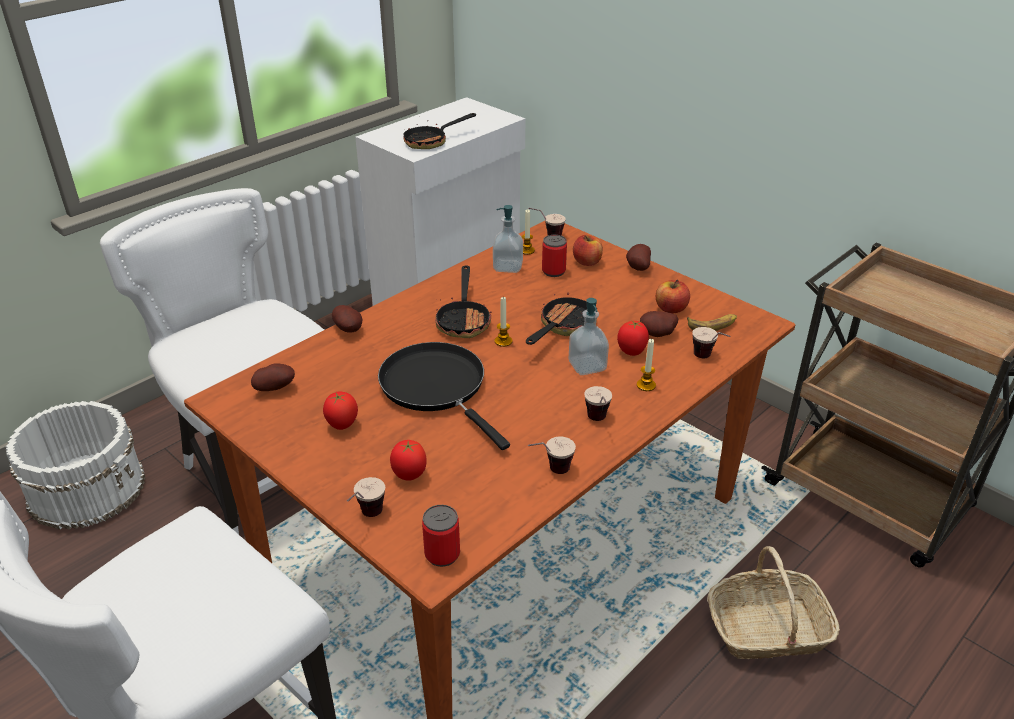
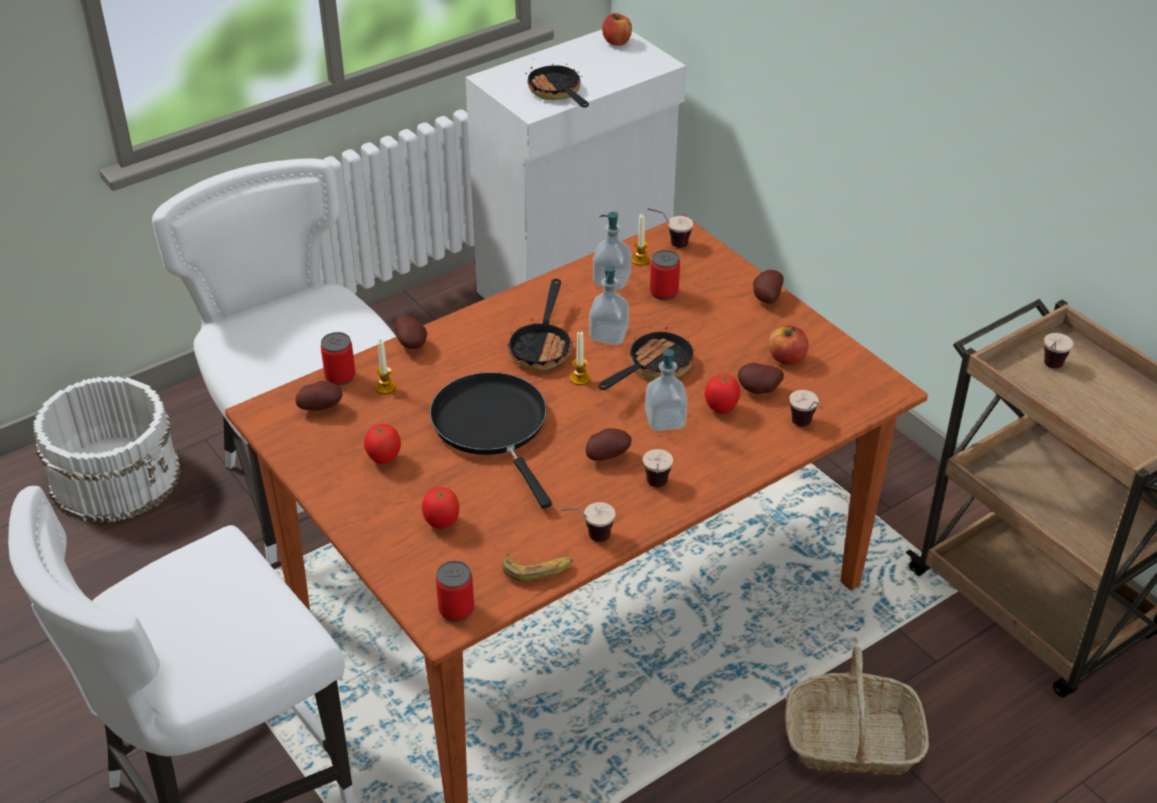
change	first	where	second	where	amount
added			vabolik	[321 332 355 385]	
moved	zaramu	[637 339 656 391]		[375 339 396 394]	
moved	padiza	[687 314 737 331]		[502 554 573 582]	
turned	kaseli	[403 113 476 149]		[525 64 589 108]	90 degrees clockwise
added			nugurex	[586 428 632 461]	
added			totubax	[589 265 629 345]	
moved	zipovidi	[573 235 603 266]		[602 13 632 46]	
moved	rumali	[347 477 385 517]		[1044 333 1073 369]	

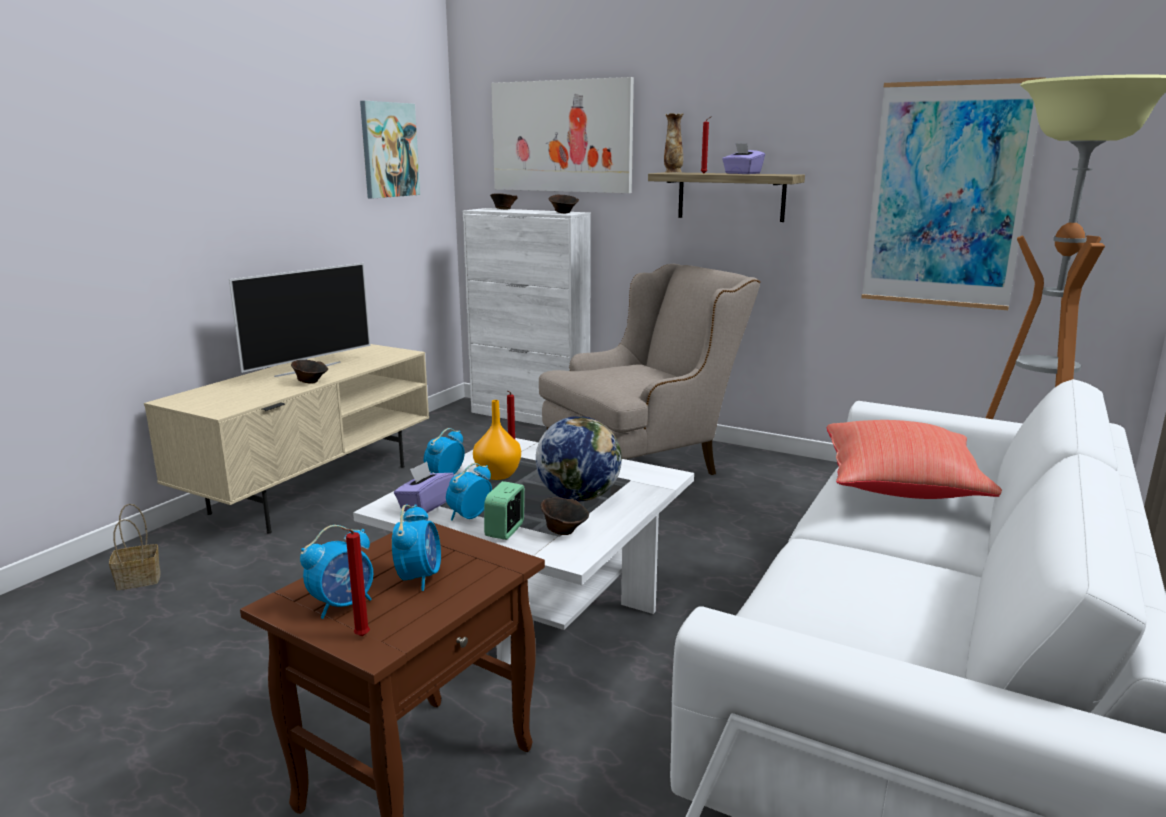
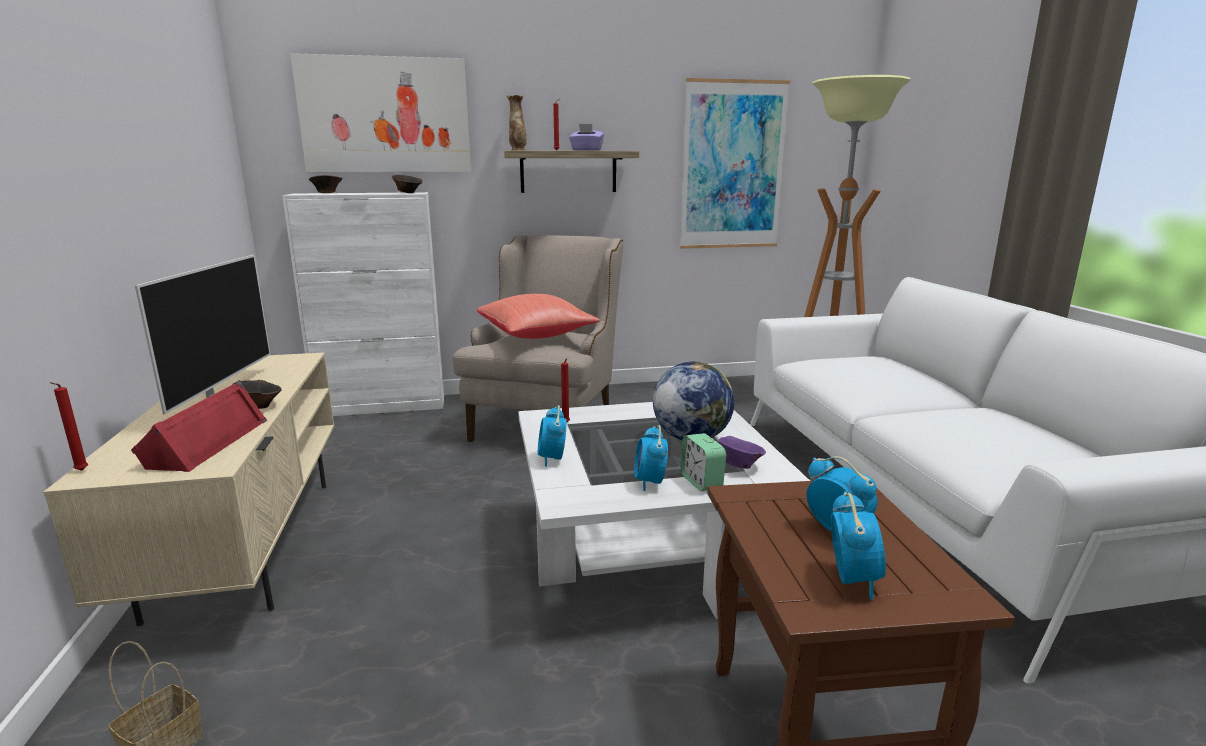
change	first	where	second	where	amount
moved	red zaramu	[340 527 370 636]		[50 382 88 471]	
added			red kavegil	[131 380 267 472]	
moved	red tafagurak	[827 420 1002 499]		[477 294 600 339]	
recoloured	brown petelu	[540 497 589 535]	purple petelu	[719 436 766 469]	
removed	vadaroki	[360 101 420 199]			
removed	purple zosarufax	[394 462 454 513]			
removed	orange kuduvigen	[473 400 521 480]			

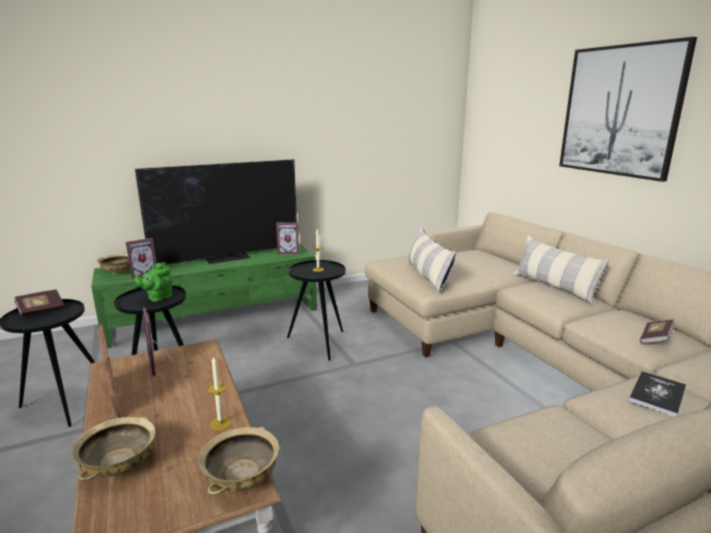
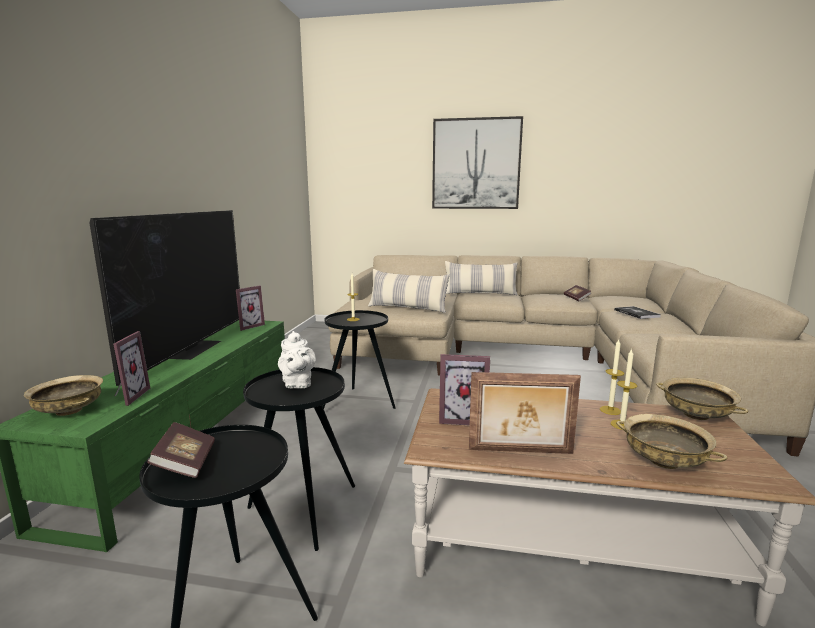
change	first	where	second	where	amount
recoloured	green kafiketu	[135 262 173 302]	white kafiketu	[278 331 316 388]	
added			zaramu	[611 348 637 430]	

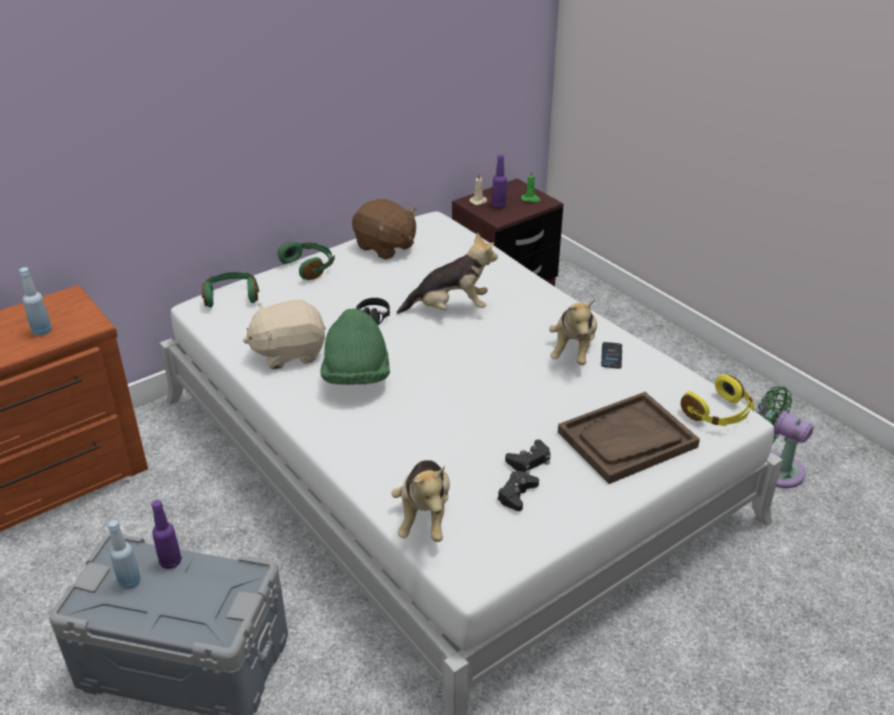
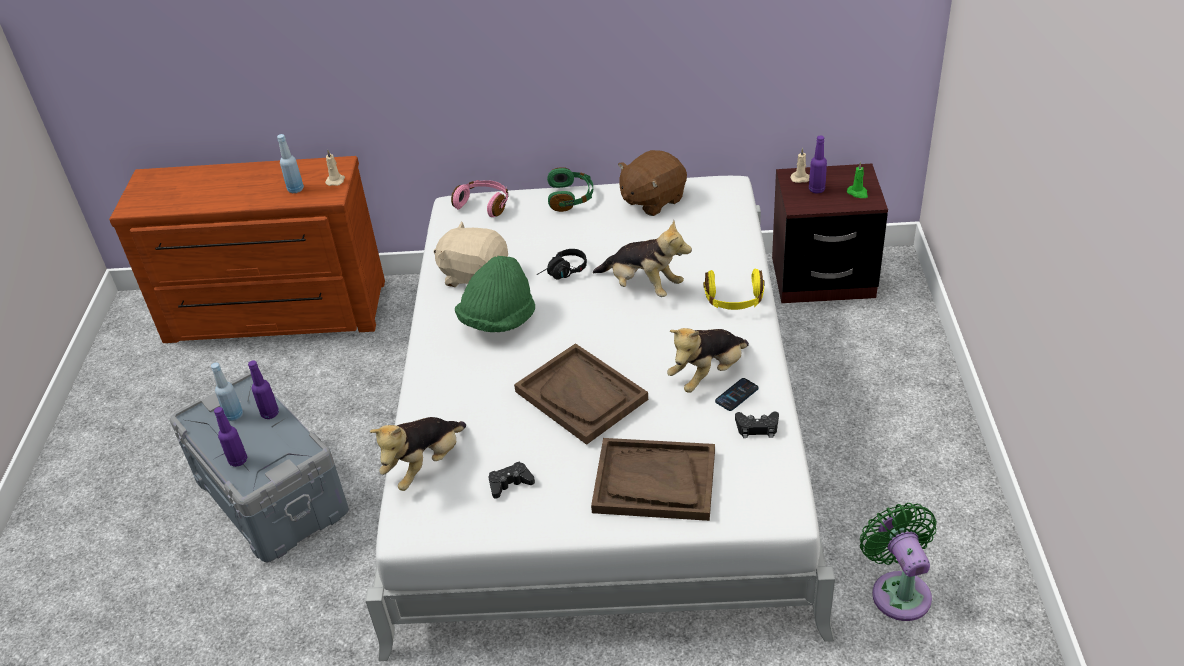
change	first	where	second	where	amount
added			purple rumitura	[214 407 247 467]	
added			beige zaramu	[325 150 345 186]	
recoloured	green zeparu	[201 272 259 308]	pink zeparu	[451 180 508 217]	
added			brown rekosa	[514 343 648 445]	
turned	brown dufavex	[352 199 417 259]		[618 150 687 216]	60 degrees clockwise
moved	yellow zeparu	[681 374 755 426]		[703 269 765 310]	
moved	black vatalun	[505 440 551 474]		[735 412 779 438]	

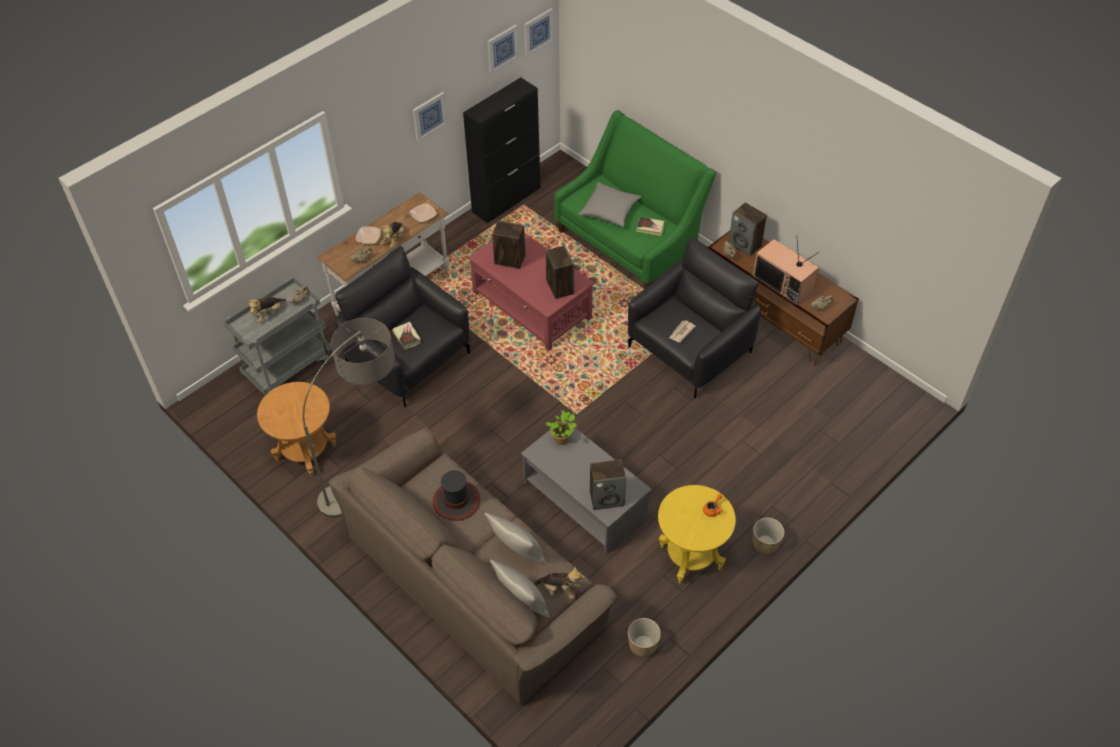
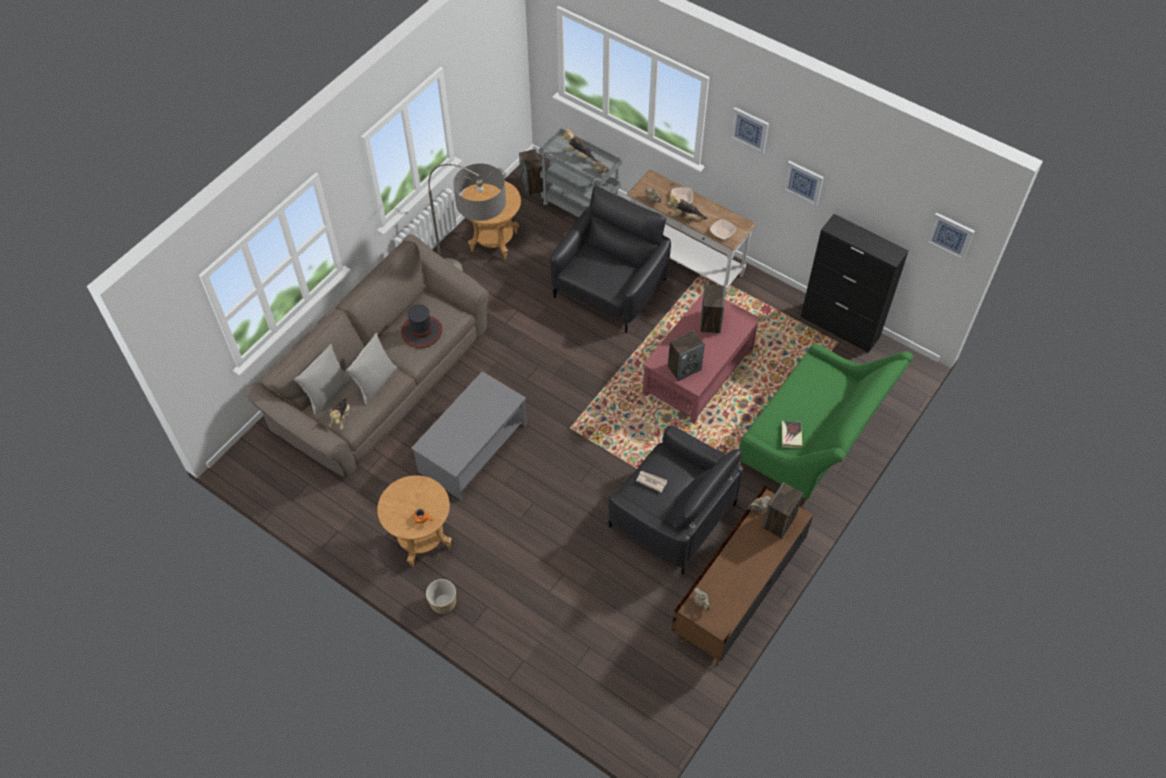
change	first	where	second	where	amount
recoloured	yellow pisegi	[658 485 736 584]	brown pisegi	[377 475 452 567]	
moved	kavegil	[590 459 626 510]		[519 149 543 196]	
moved	vadaroki	[487 24 519 74]		[729 107 769 154]	
removed	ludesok	[392 322 421 350]			
removed	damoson	[546 410 577 445]			
removed	grey tafagurak	[578 182 641 227]			
removed	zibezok	[628 618 661 657]			
removed	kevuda	[753 239 819 305]			

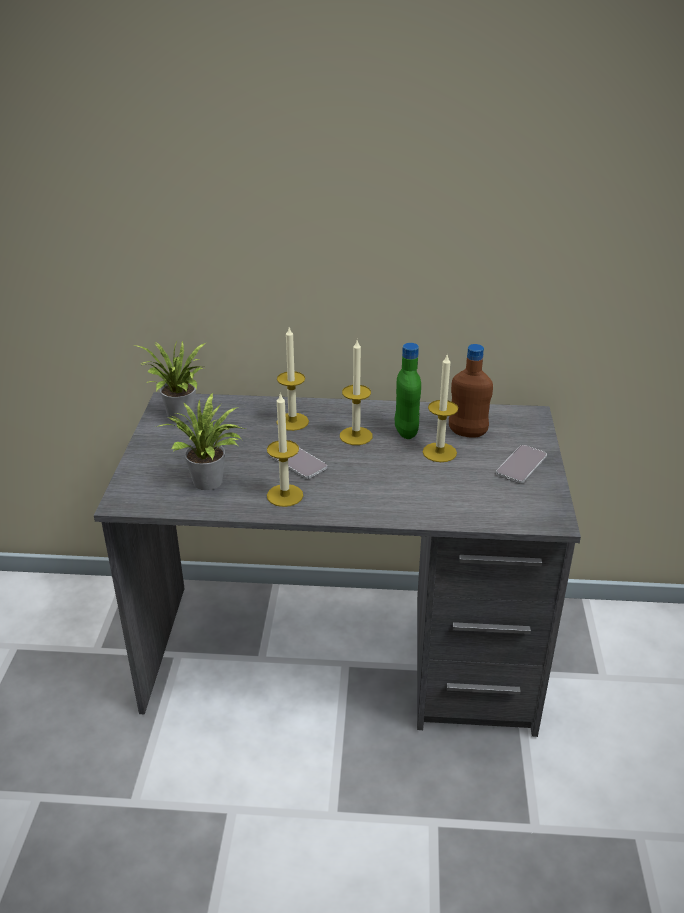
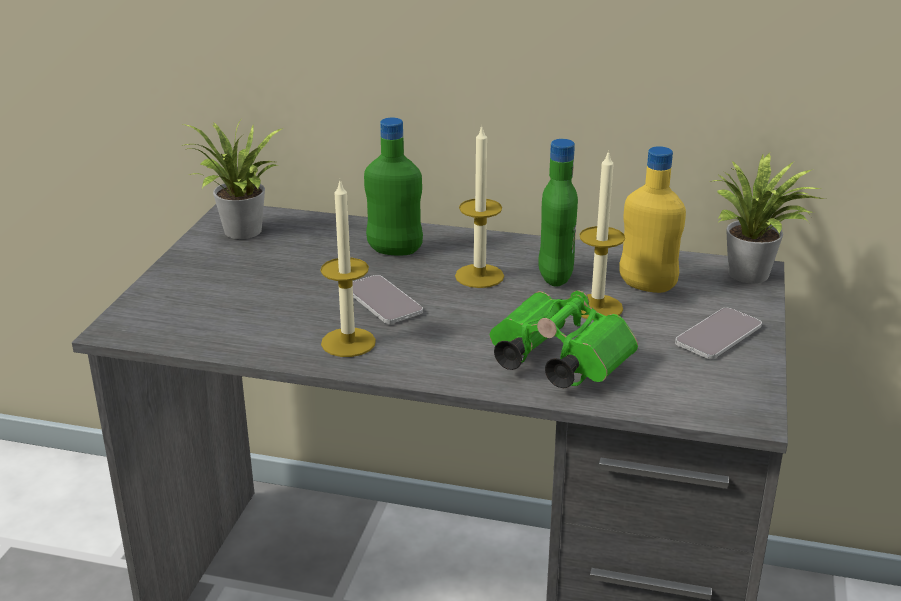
change	first	where	second	where	amount
replaced	zaramu	[276 327 309 431]	green rumitura	[364 117 423 256]	
added			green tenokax	[490 290 638 389]	
recoloured	brown rumitura	[449 344 493 438]	yellow rumitura	[619 146 686 293]	
moved	damoson	[157 393 245 490]		[713 153 825 283]	

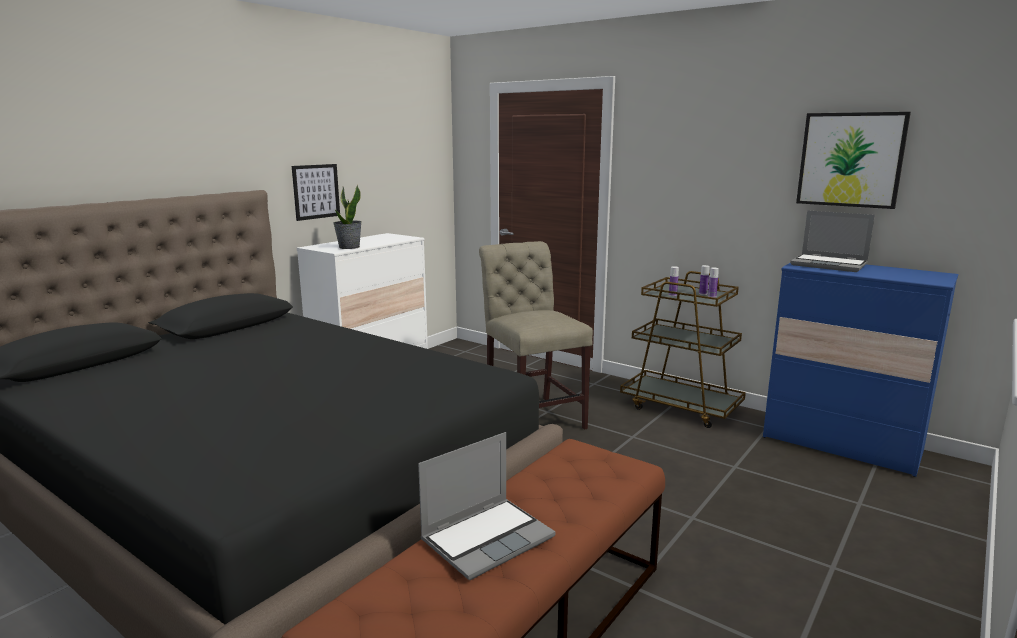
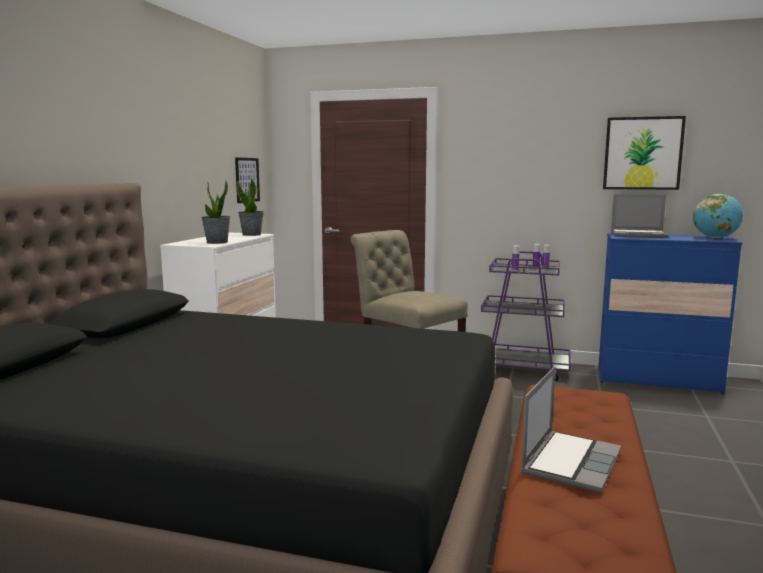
change	first	where	second	where	amount
moved	vadaroki	[292 164 340 221]		[235 157 260 203]	
added			damoson	[237 179 263 236]	
recoloured	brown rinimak	[620 271 746 428]	purple rinimak	[481 251 571 381]	
added			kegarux	[693 194 743 238]	

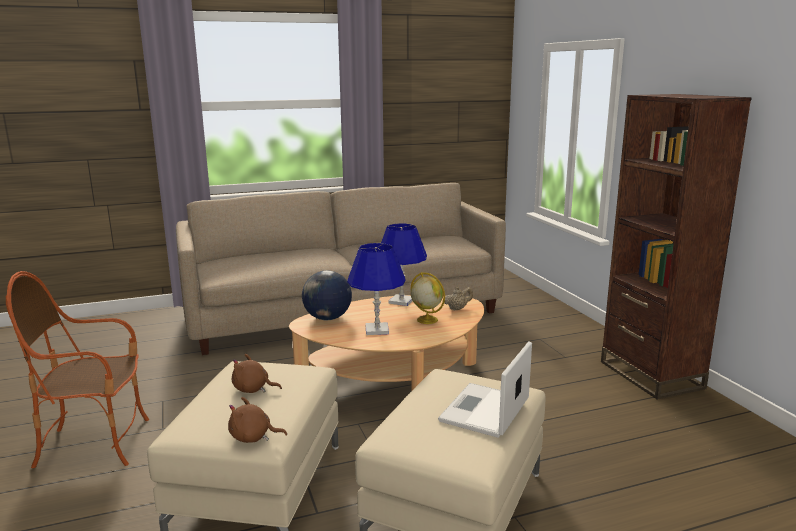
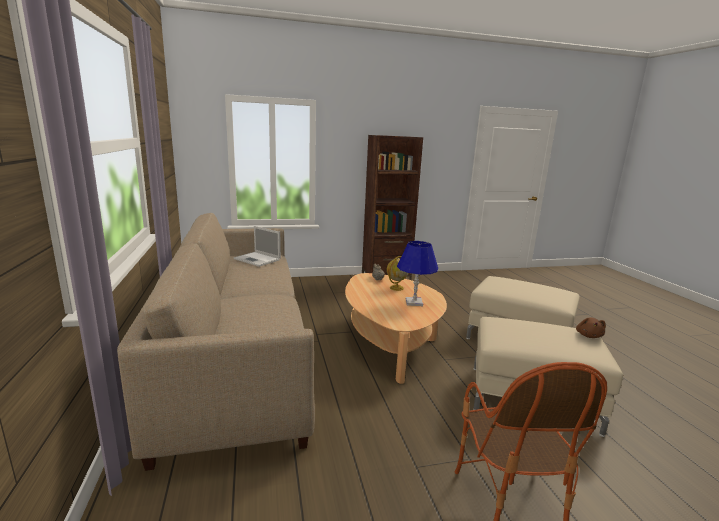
change	first	where	second	where	amount
moved	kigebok	[438 341 532 438]		[234 226 281 267]	
removed	brown dufavex	[232 354 282 393]			
removed	kegarux	[302 271 352 320]			
removed	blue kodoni	[381 223 427 306]			

